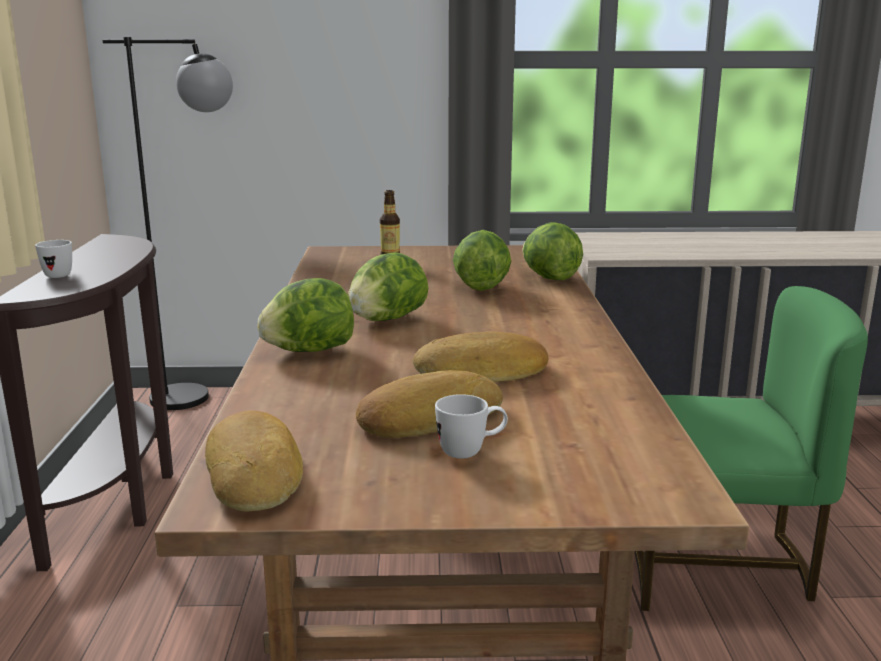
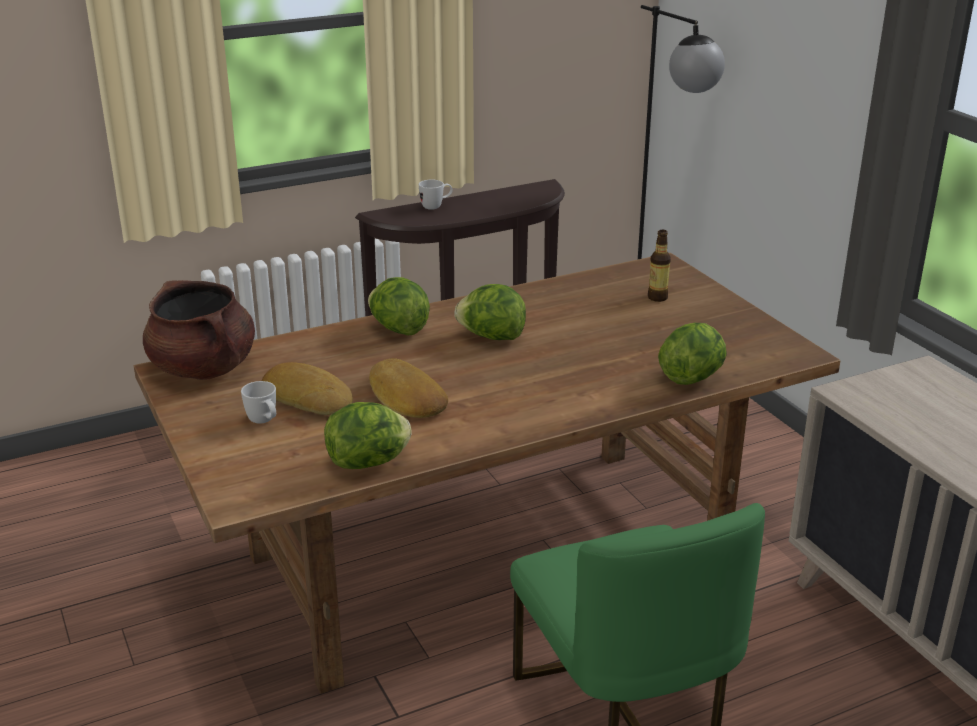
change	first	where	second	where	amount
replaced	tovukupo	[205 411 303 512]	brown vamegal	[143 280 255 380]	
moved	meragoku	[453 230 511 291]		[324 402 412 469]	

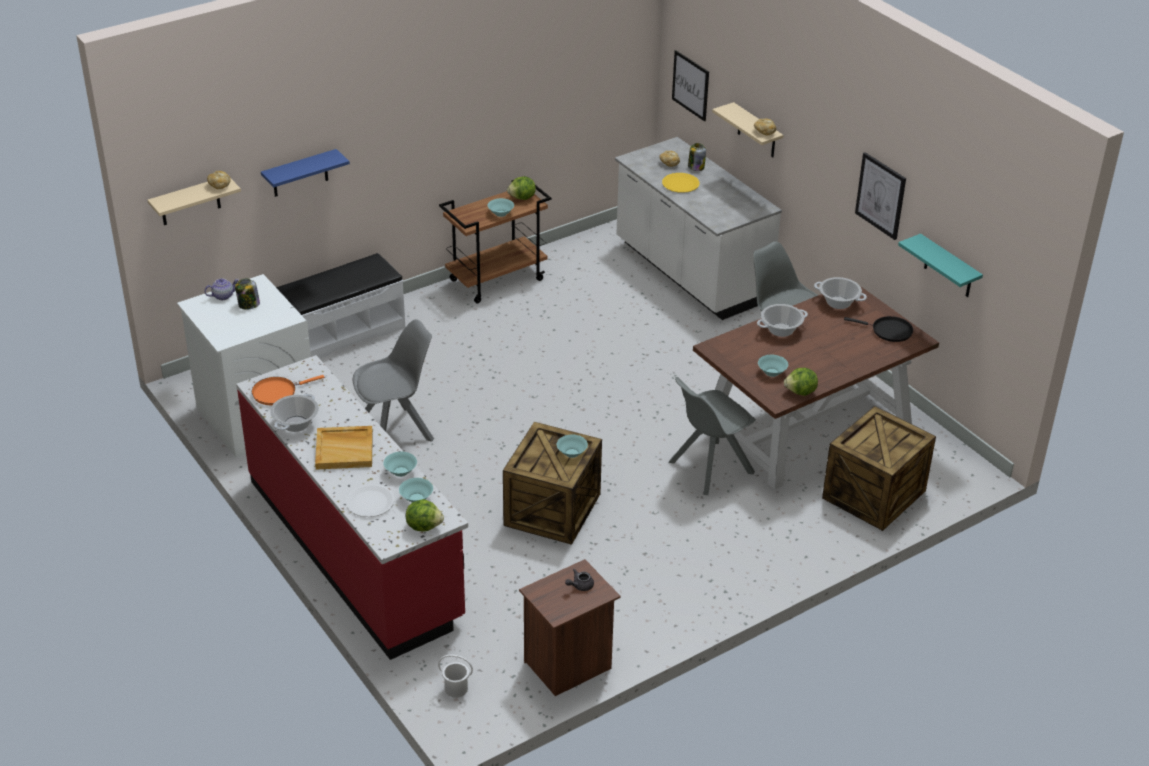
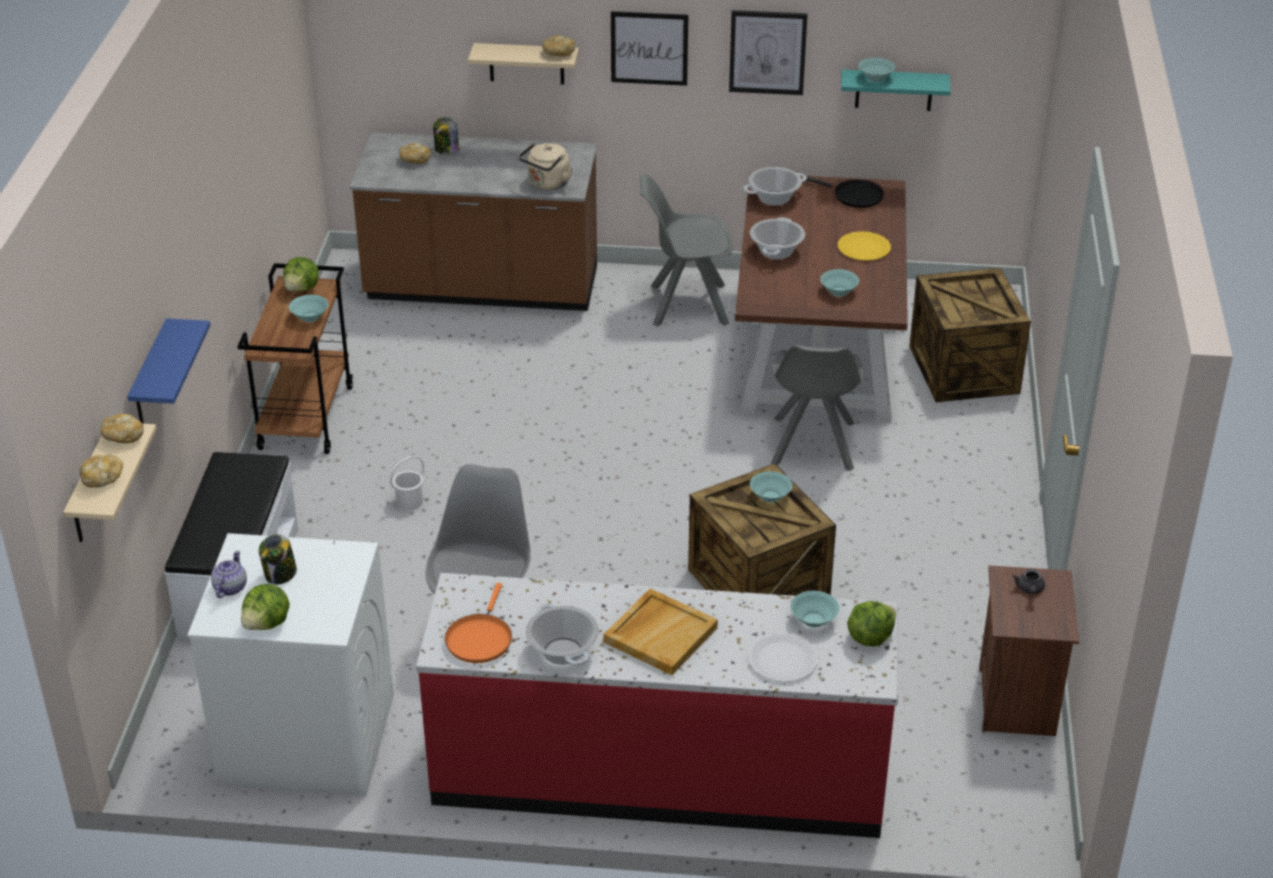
change	first	where	second	where	amount
added			tovukupo	[80 455 123 488]	
moved	meragoku	[784 368 818 396]		[241 584 290 630]	
recoloured	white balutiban	[615 137 782 320]	brown balutiban	[349 133 597 311]	
moved	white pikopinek	[438 655 473 698]		[390 456 424 511]	
added			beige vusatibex	[519 143 573 190]	
moved	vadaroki	[672 50 709 121]		[611 11 688 86]	
turned	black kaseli	[844 316 913 342]		[806 177 884 208]	60 degrees clockwise
moved	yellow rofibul	[662 173 700 193]		[838 231 891 261]	
moved	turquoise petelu	[383 452 417 477]		[858 58 895 82]	

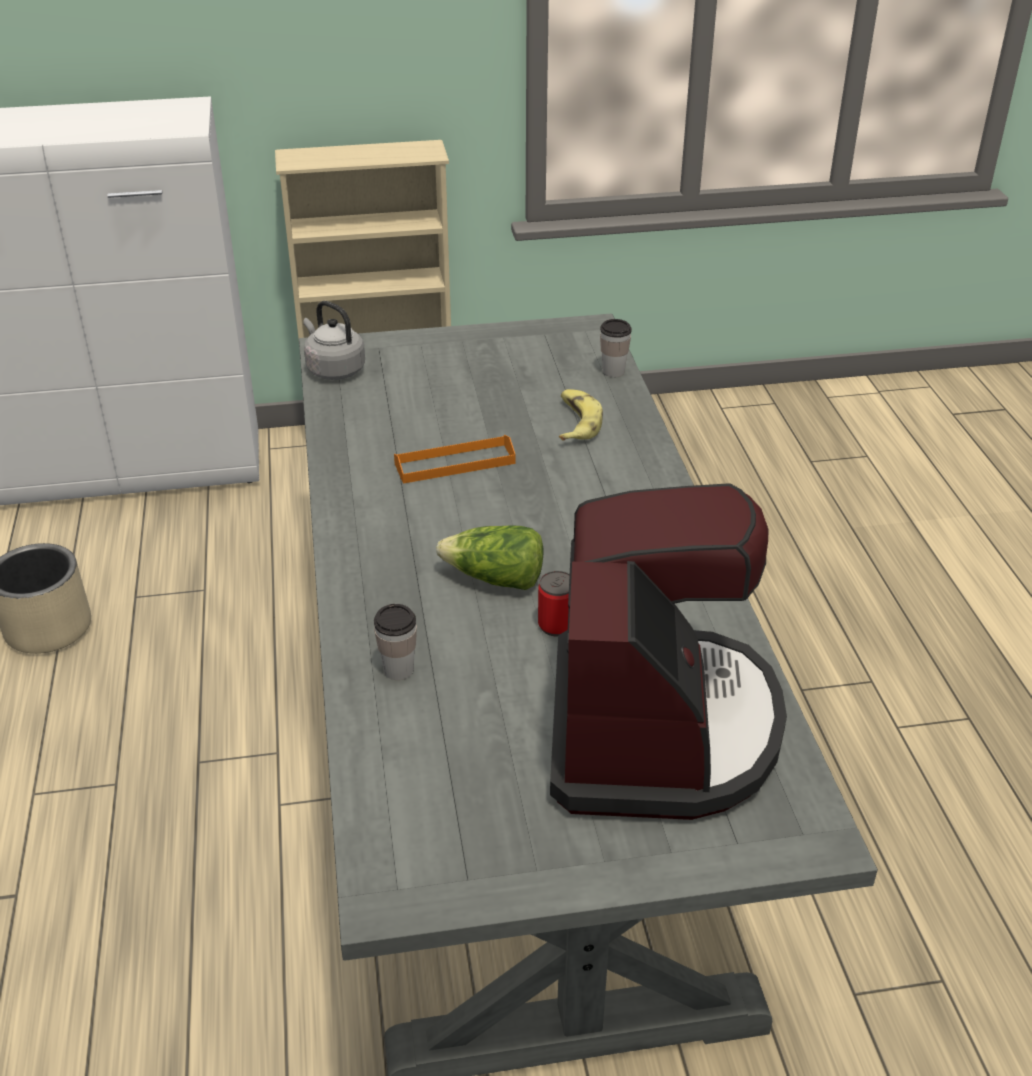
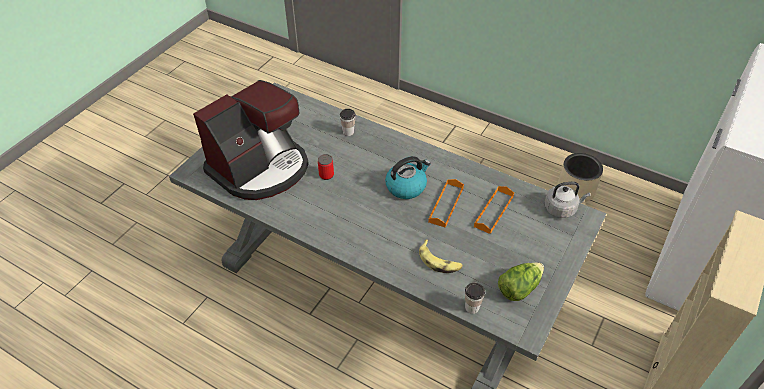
change	first	where	second	where	amount
turned	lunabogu	[550 483 787 820]		[193 80 309 200]	90 degrees counterclockwise
added			vusatibex	[385 156 431 199]	
added			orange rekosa	[474 186 514 234]	
moved	meragoku	[436 525 544 590]		[498 262 544 301]	

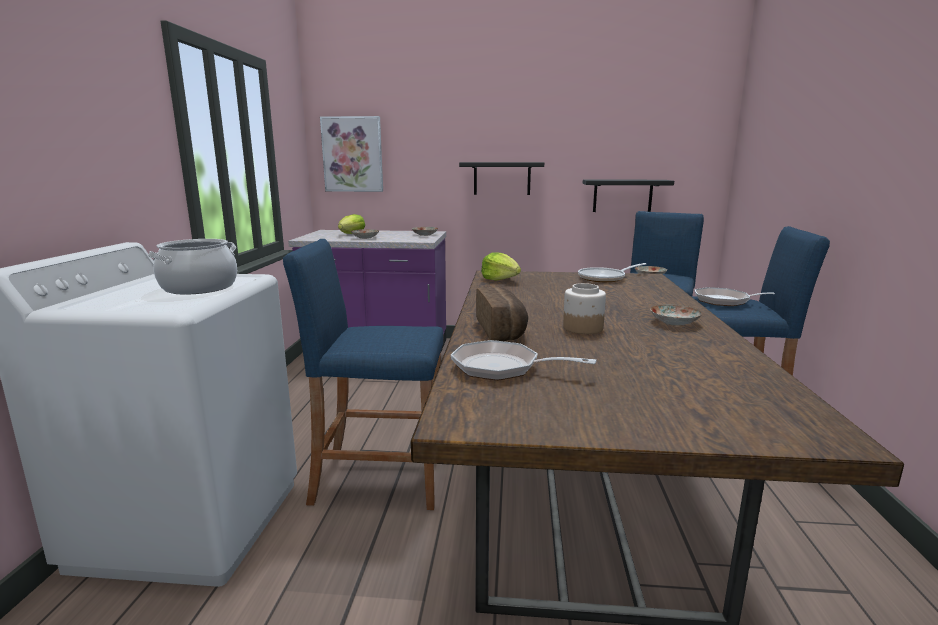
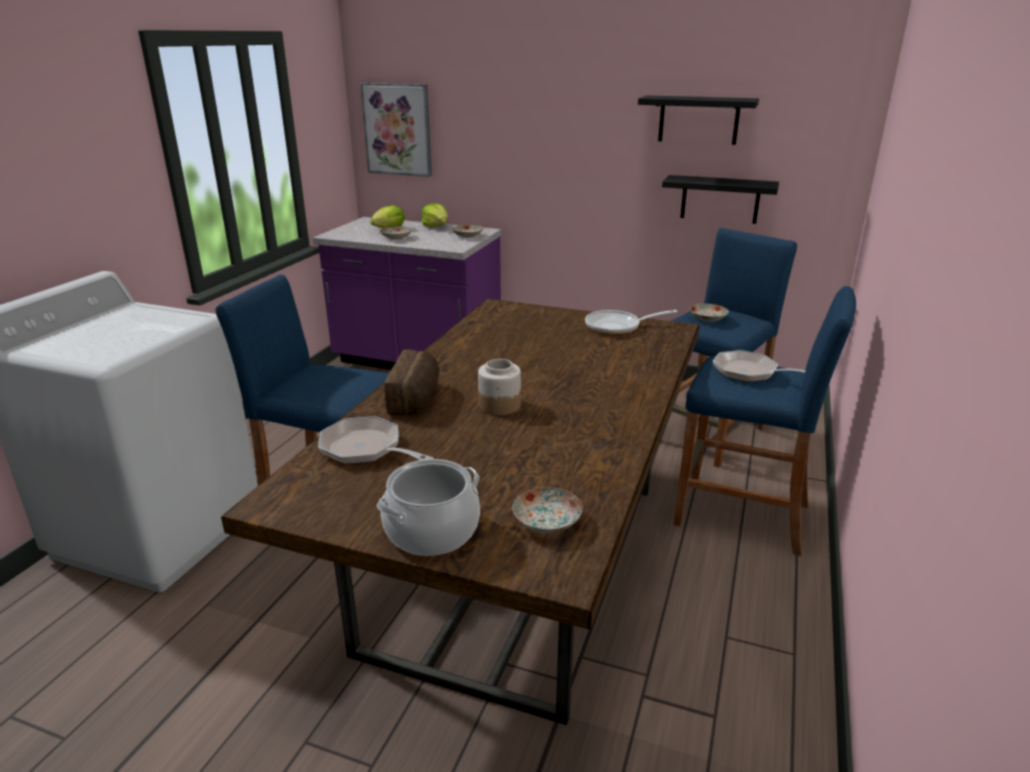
change	first	where	second	where	amount
moved	vamegal	[148 239 237 295]		[377 459 480 556]	
moved	meragoku	[481 253 521 281]		[421 203 448 228]	
moved	rofibul	[650 304 702 326]		[512 487 583 533]	
moved	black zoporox	[459 162 544 195]		[638 95 759 145]	

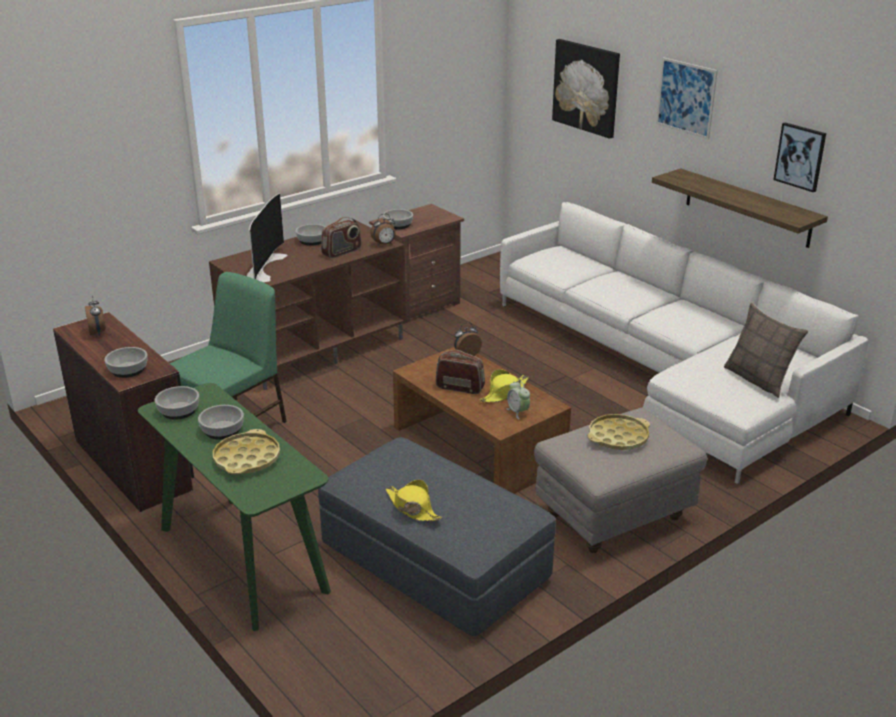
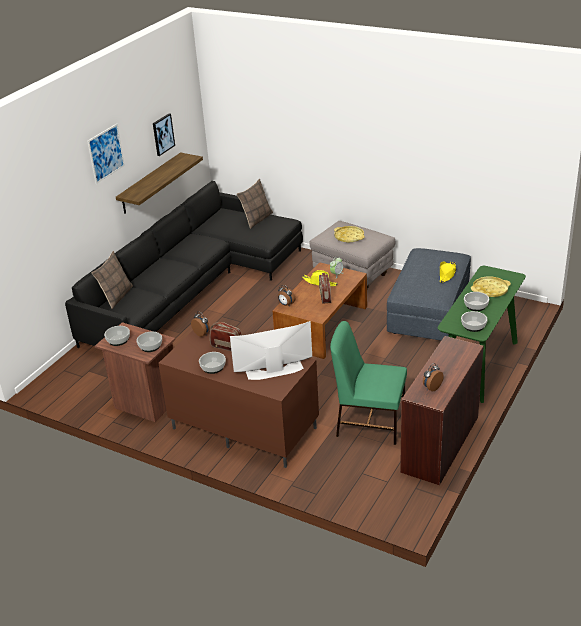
change	first	where	second	where	amount
recoloured	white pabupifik	[500 202 869 484]	black pabupifik	[65 181 303 348]	
added			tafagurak	[92 251 133 309]	
moved	petelu	[104 347 148 378]		[104 326 130 346]	
removed	vadaroki	[552 39 620 139]			

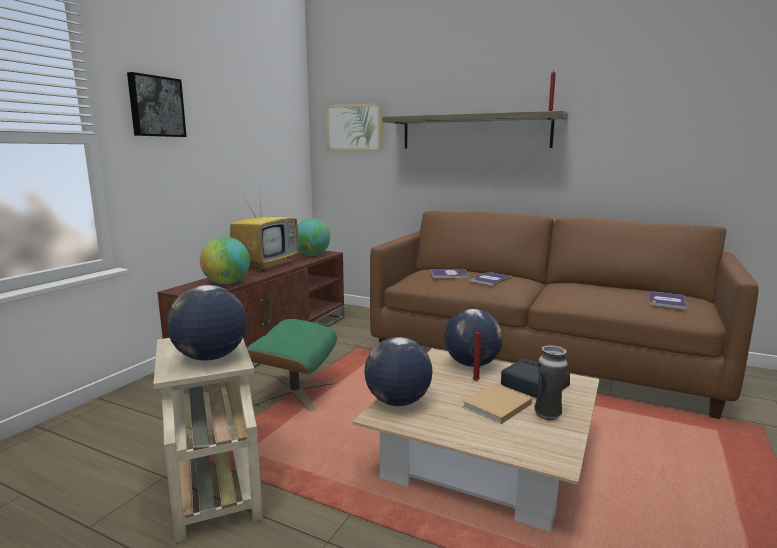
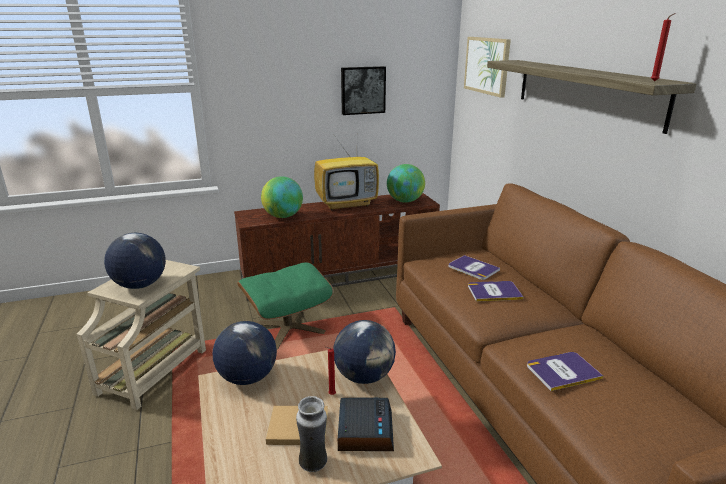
change	first	where	second	where	amount
moved	vadaroki	[127 72 187 137]		[341 66 386 115]	
moved	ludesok	[649 292 687 309]		[527 352 603 391]	

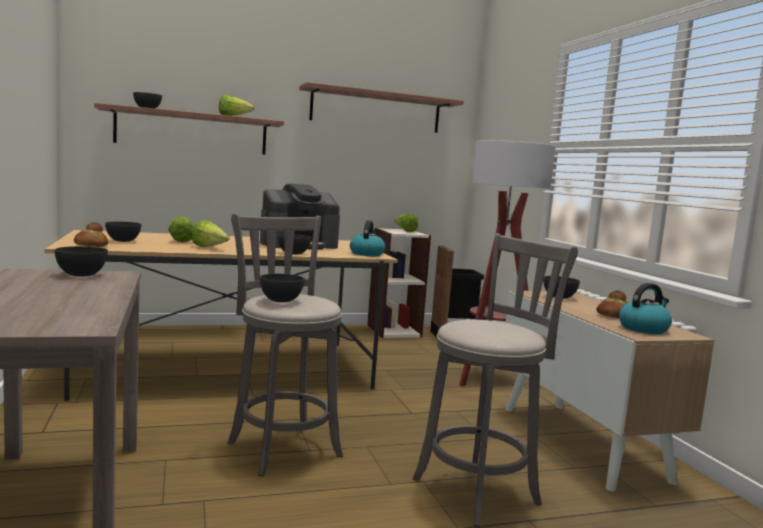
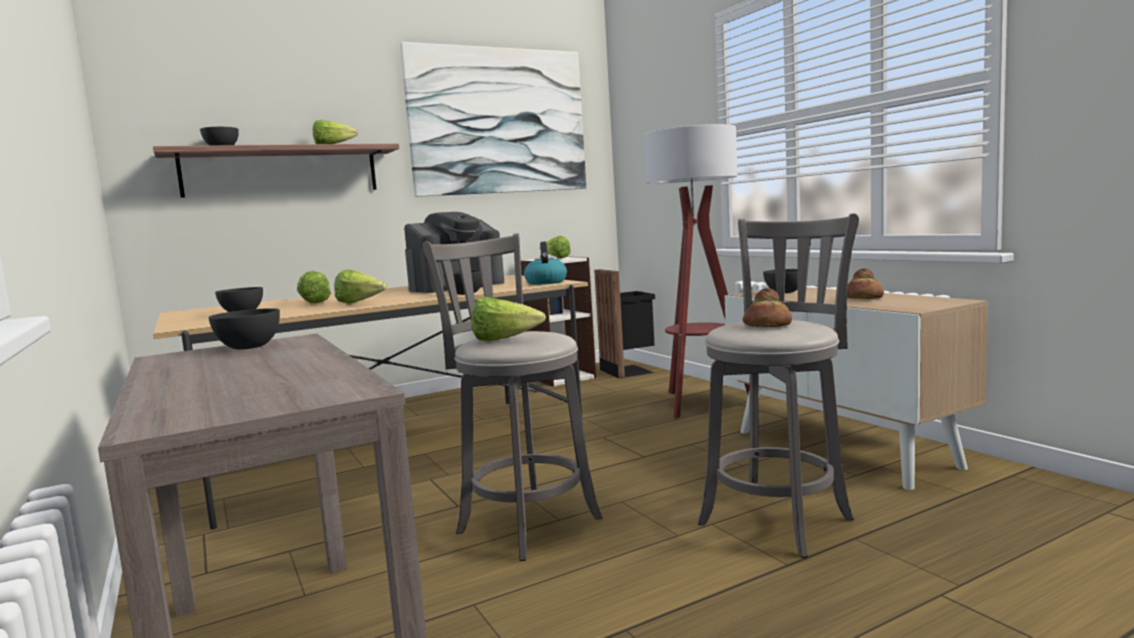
change	first	where	second	where	amount
replaced	zoporox	[299 82 464 133]	vadaroki	[400 42 586 197]	
replaced	grey petelu	[260 274 305 302]	meragoku	[471 297 546 341]	
moved	tovukupo	[74 222 108 247]		[742 288 792 327]	
removed	vusatibex	[619 283 672 334]			

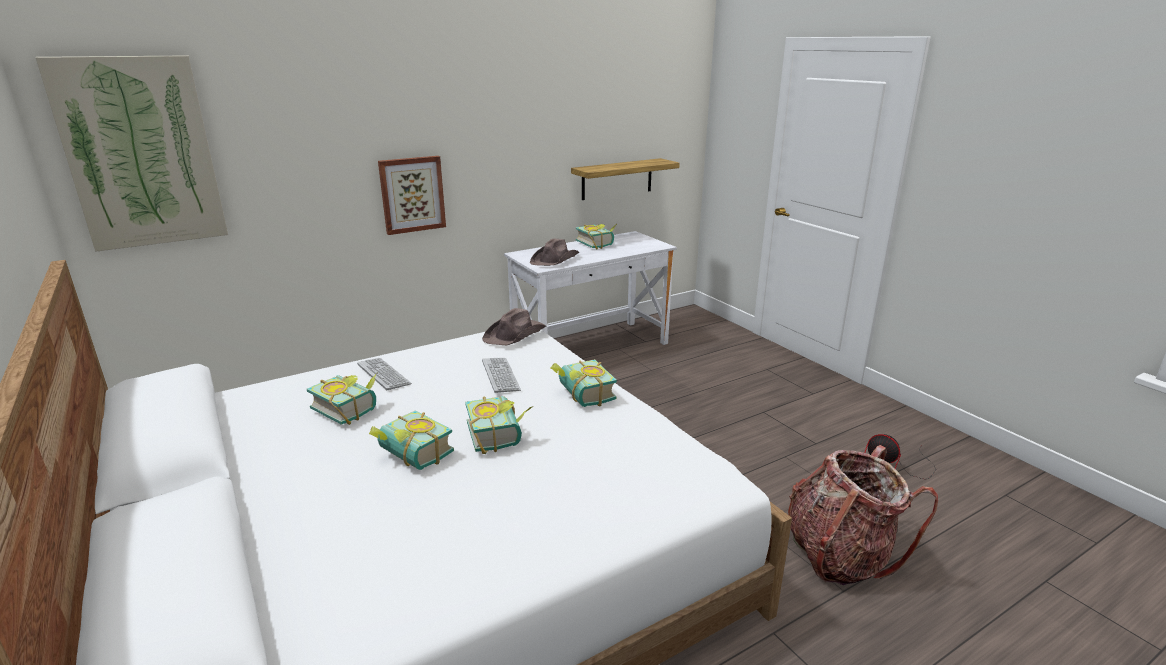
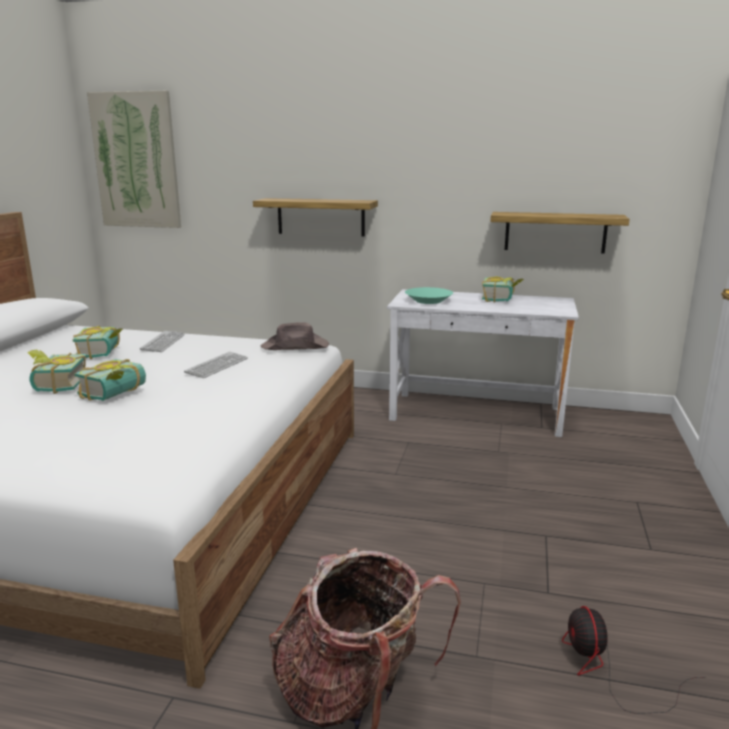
change	first	where	second	where	amount
replaced	vadaroki	[378 156 446 235]	zoporox	[253 198 378 237]	
replaced	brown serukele	[530 239 580 266]	turquoise petelu	[405 287 453 304]	
removed	ludesok	[551 359 617 407]			

